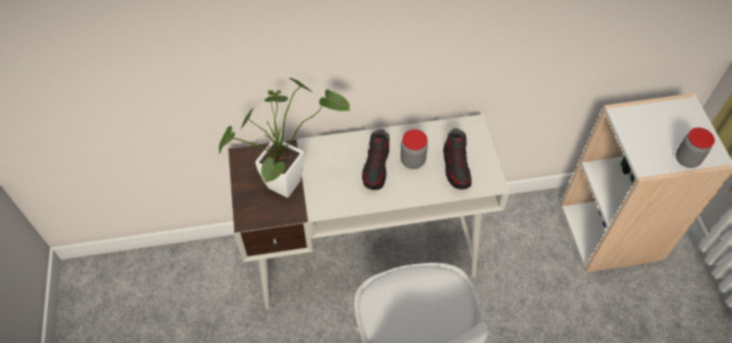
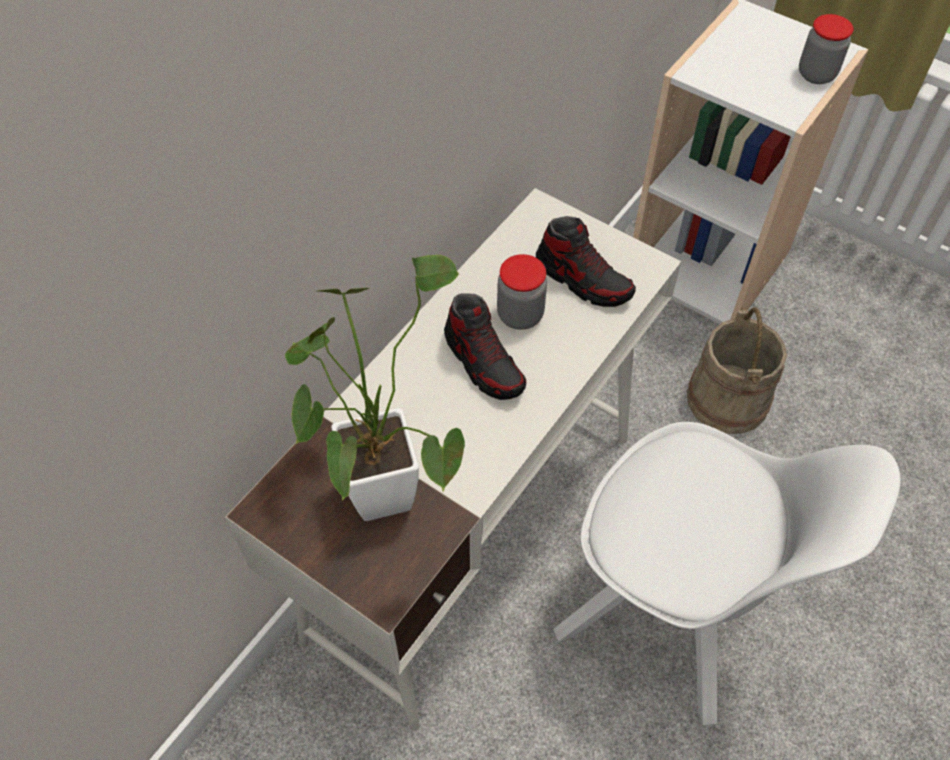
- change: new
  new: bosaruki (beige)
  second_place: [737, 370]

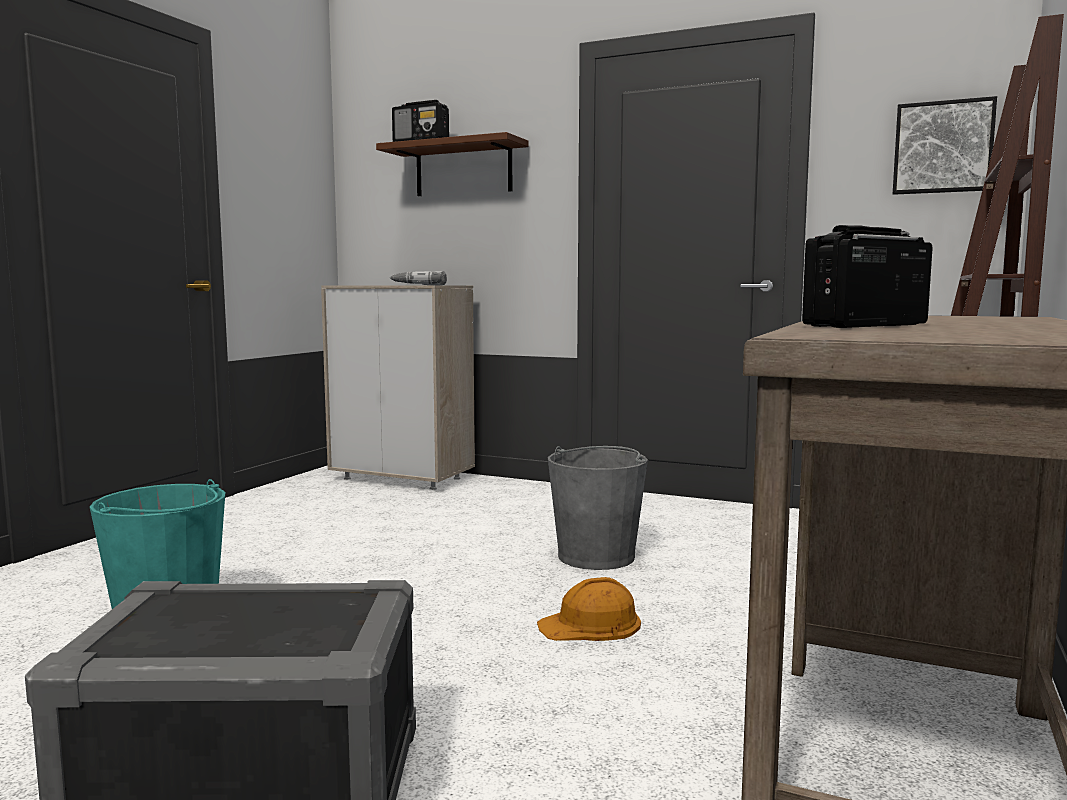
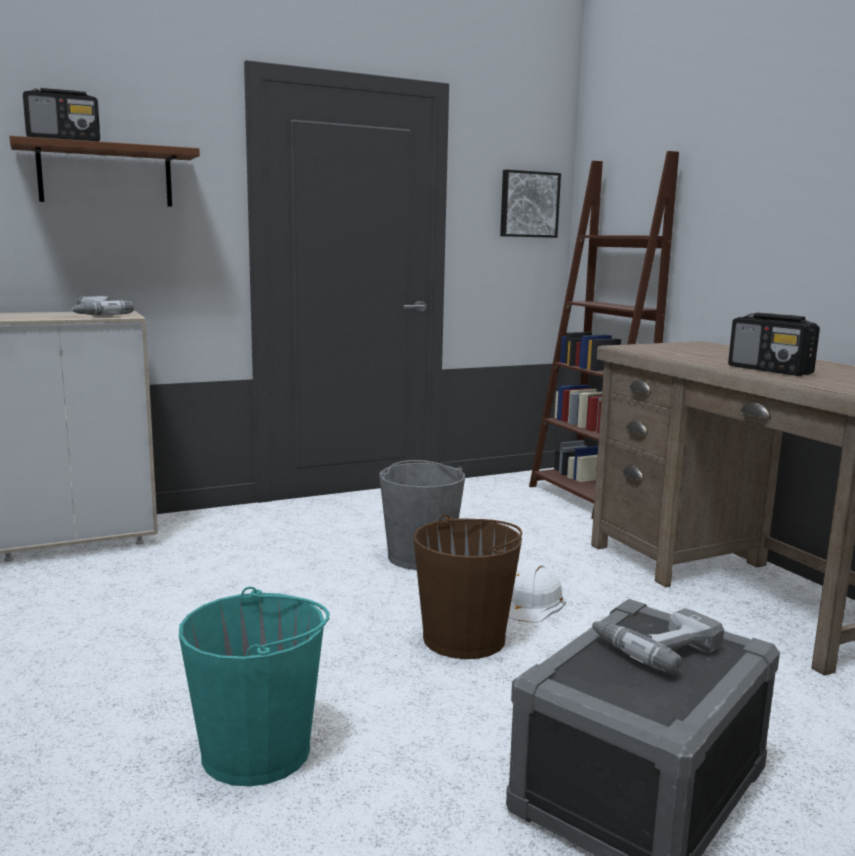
- change: rotated
  old: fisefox
  first_place: [867, 276]
  second_place: [774, 344]
  degrees: -45
- change: repainted
  old: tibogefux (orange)
  new: tibogefux (white)
  first_place: [589, 609]
  second_place: [537, 593]
- change: new
  new: bosaruki (brown)
  second_place: [467, 586]
- change: new
  new: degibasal
  second_place: [658, 641]

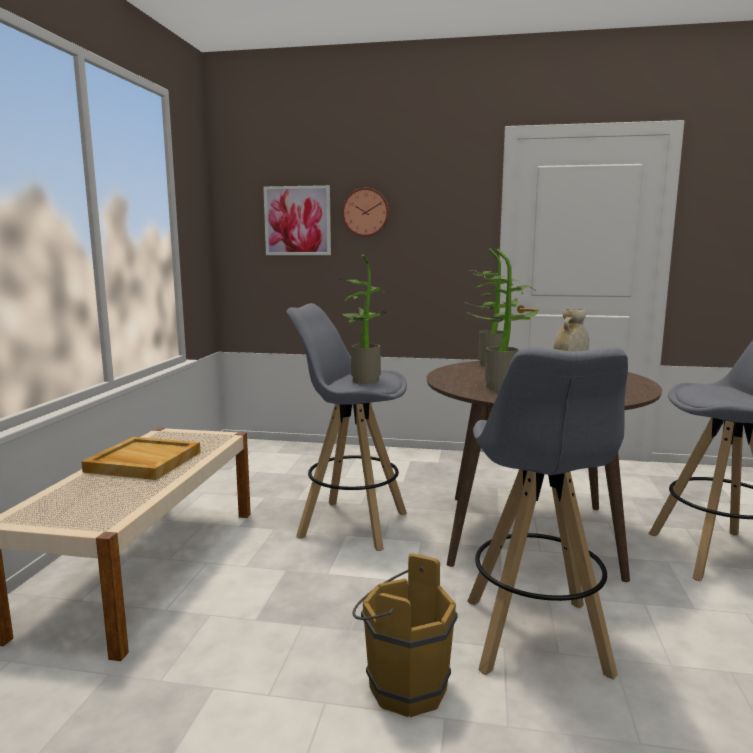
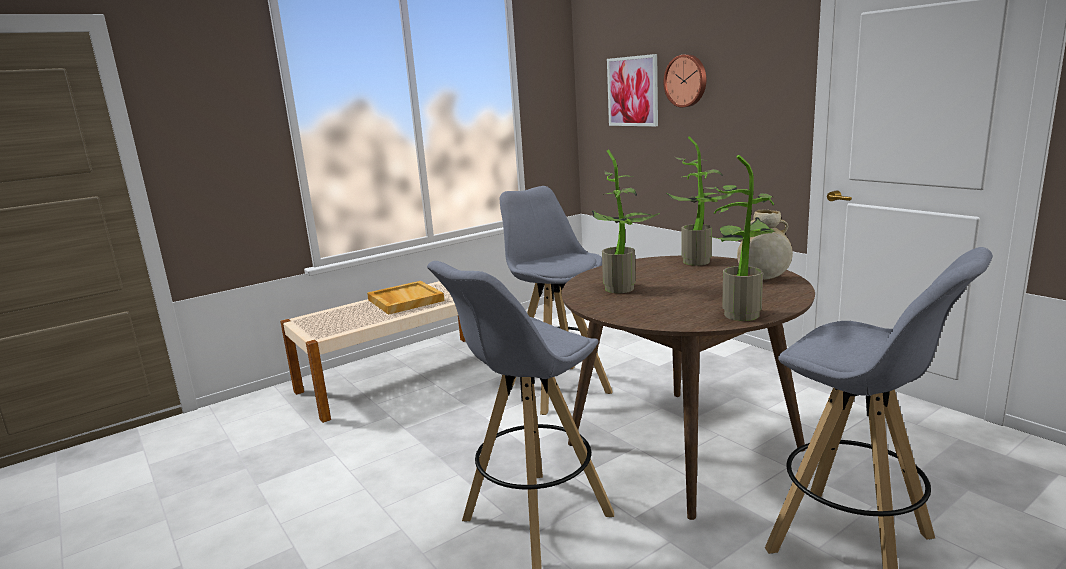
- change: shifted
  old: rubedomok
  first_place: [362, 319]
  second_place: [739, 238]
- change: gone
  old: bosaruki (brown)
  first_place: [405, 635]

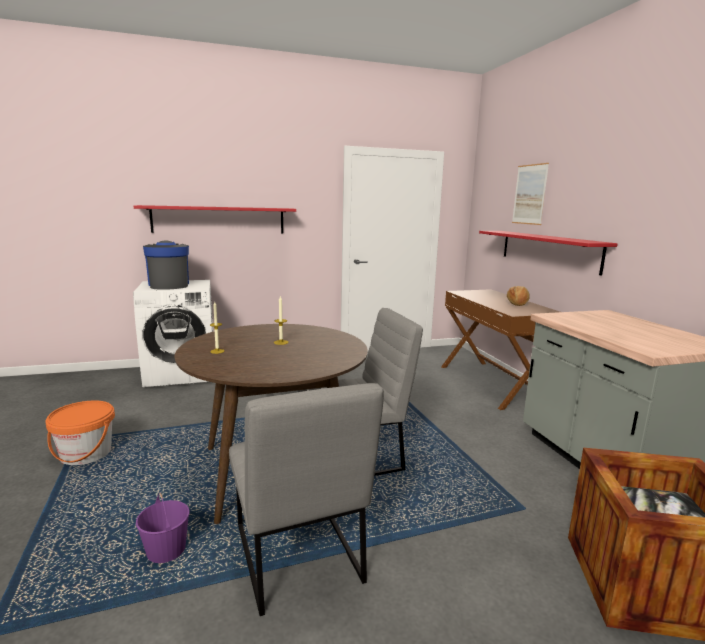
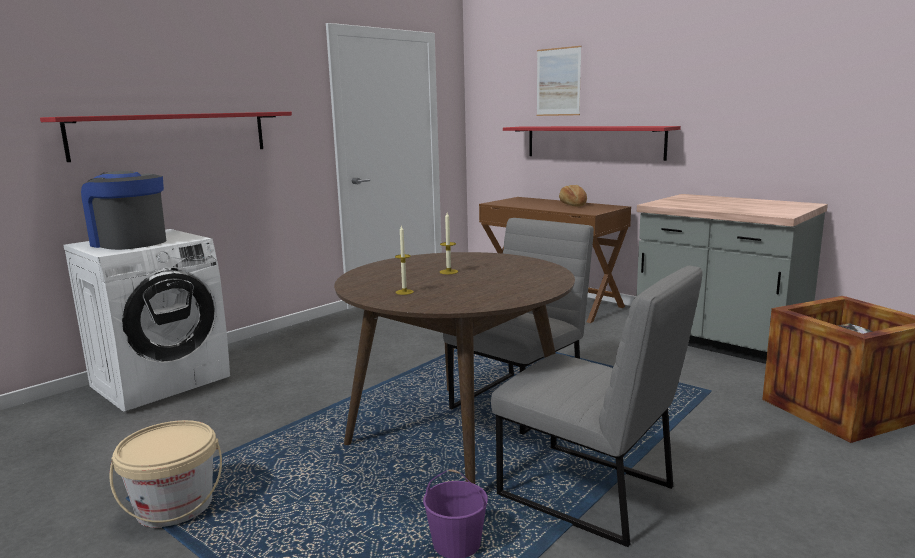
- change: repainted
  old: bosaruki (orange)
  new: bosaruki (beige)
  first_place: [80, 432]
  second_place: [165, 474]

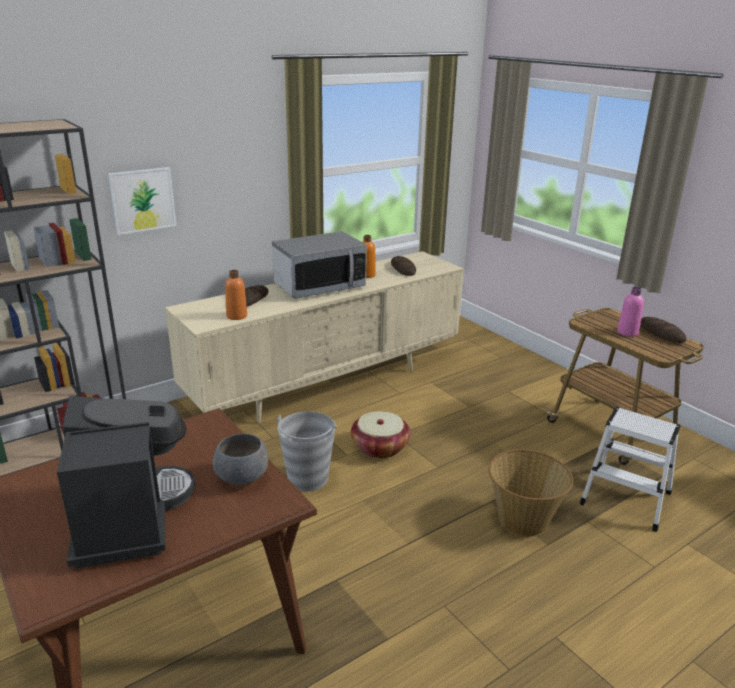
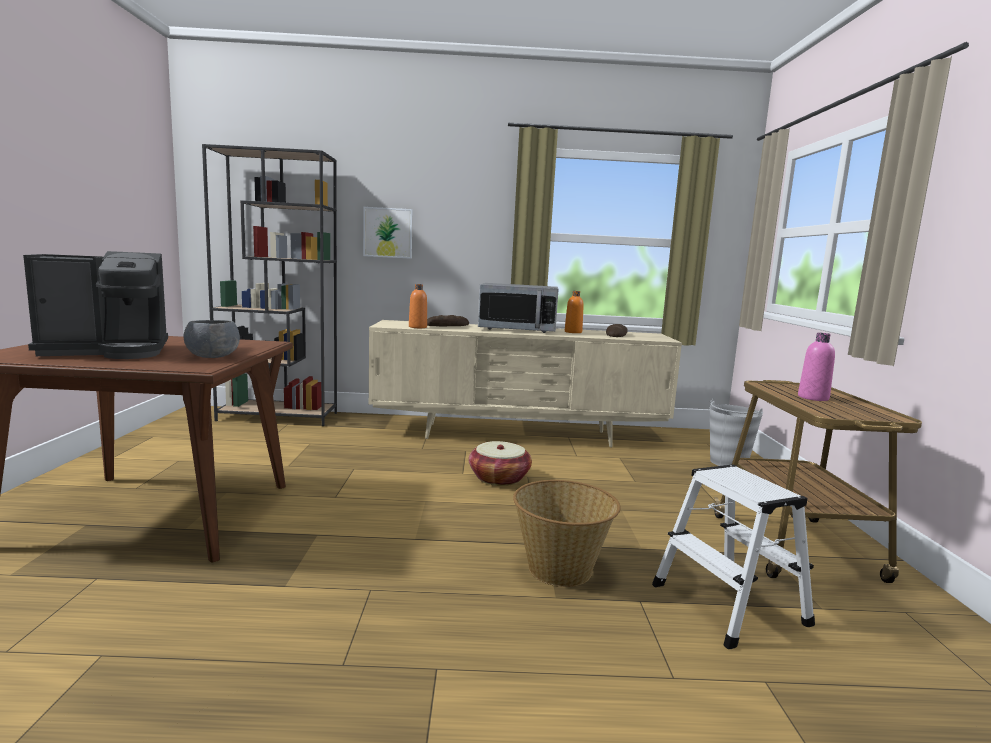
- change: gone
  old: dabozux
  first_place: [663, 330]
- change: rotated
  old: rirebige
  first_place: [126, 482]
  second_place: [95, 305]
  degrees: 45
- change: shifted
  old: bosaruki (grey)
  first_place: [306, 451]
  second_place: [736, 432]

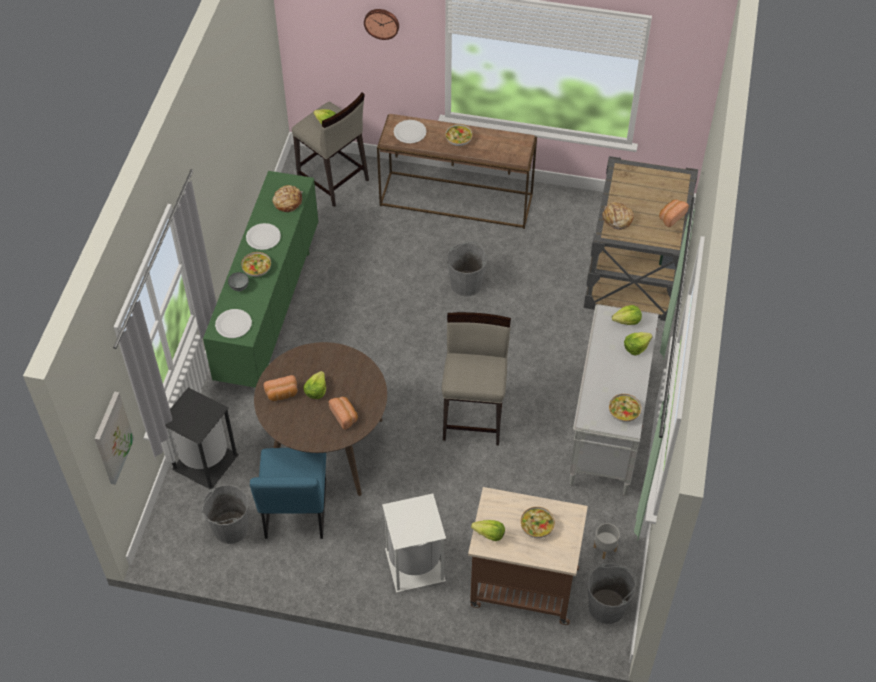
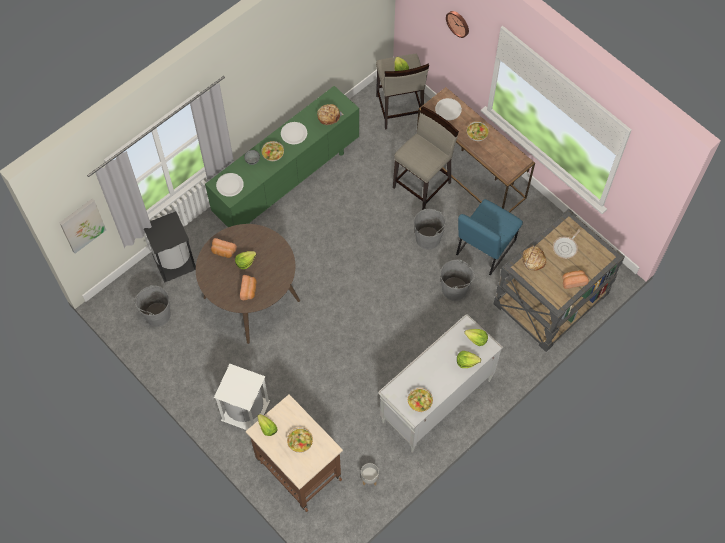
- change: shifted
  old: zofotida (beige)
  first_place: [476, 378]
  second_place: [426, 158]
- change: shifted
  old: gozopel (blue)
  first_place: [288, 493]
  second_place: [489, 237]
- change: shifted
  old: bosaruki (grey)
  first_place: [612, 593]
  second_place: [457, 280]
- change: new
  new: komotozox
  second_place: [566, 244]

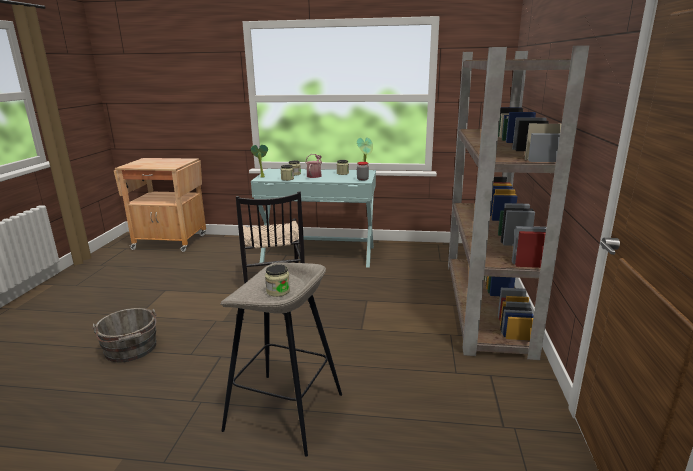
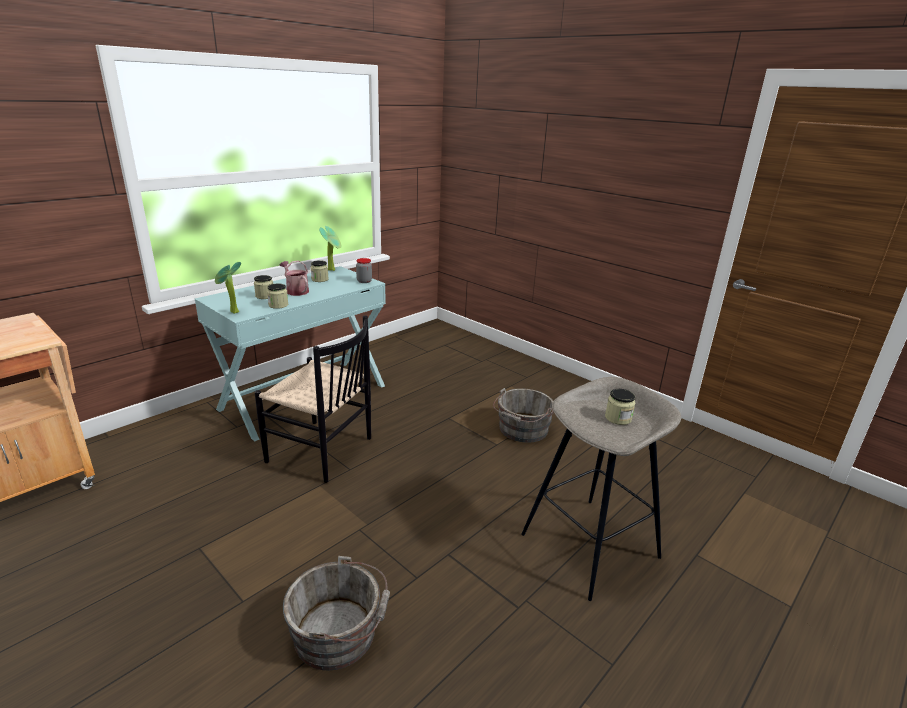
- change: gone
  old: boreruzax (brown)
  first_place: [519, 202]
- change: new
  new: bosaruki (grey)
  second_place: [523, 415]

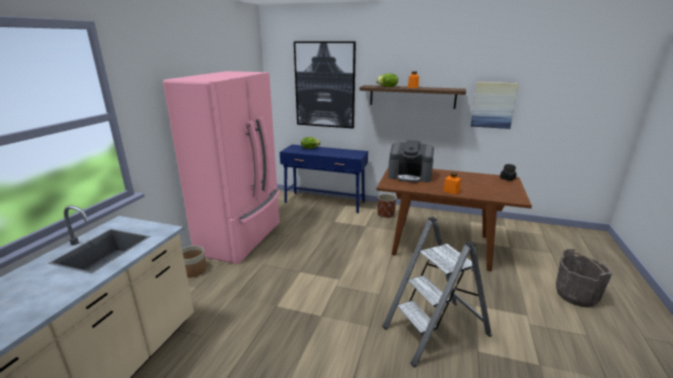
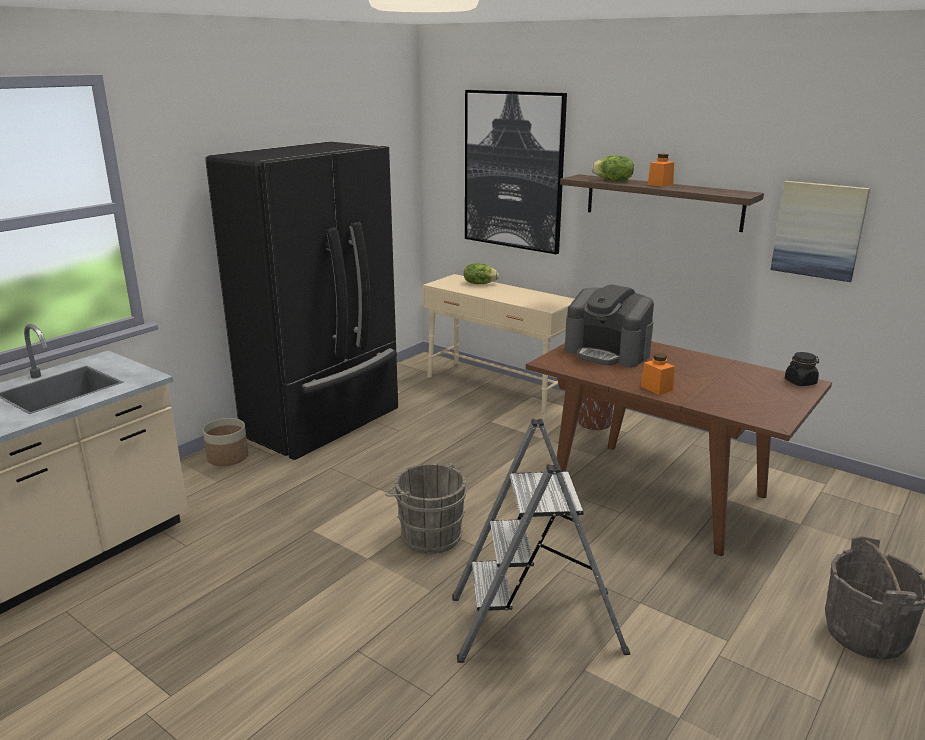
- change: repainted
  old: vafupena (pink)
  new: vafupena (black)
  first_place: [221, 167]
  second_place: [301, 301]
- change: repainted
  old: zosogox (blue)
  new: zosogox (beige)
  first_place: [323, 179]
  second_place: [498, 343]
- change: new
  new: bosaruki (grey)
  second_place: [426, 508]

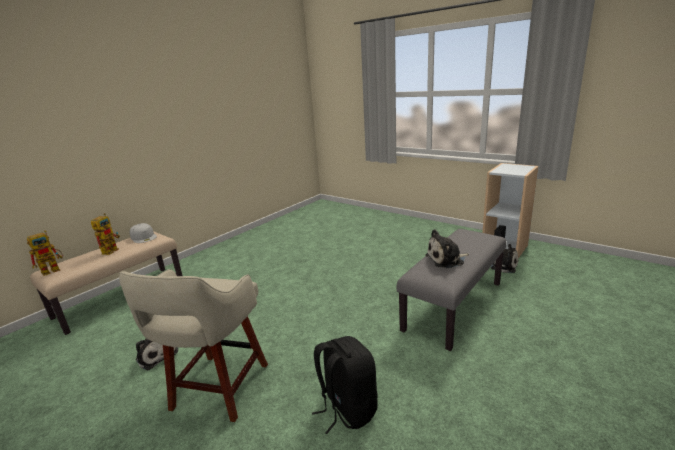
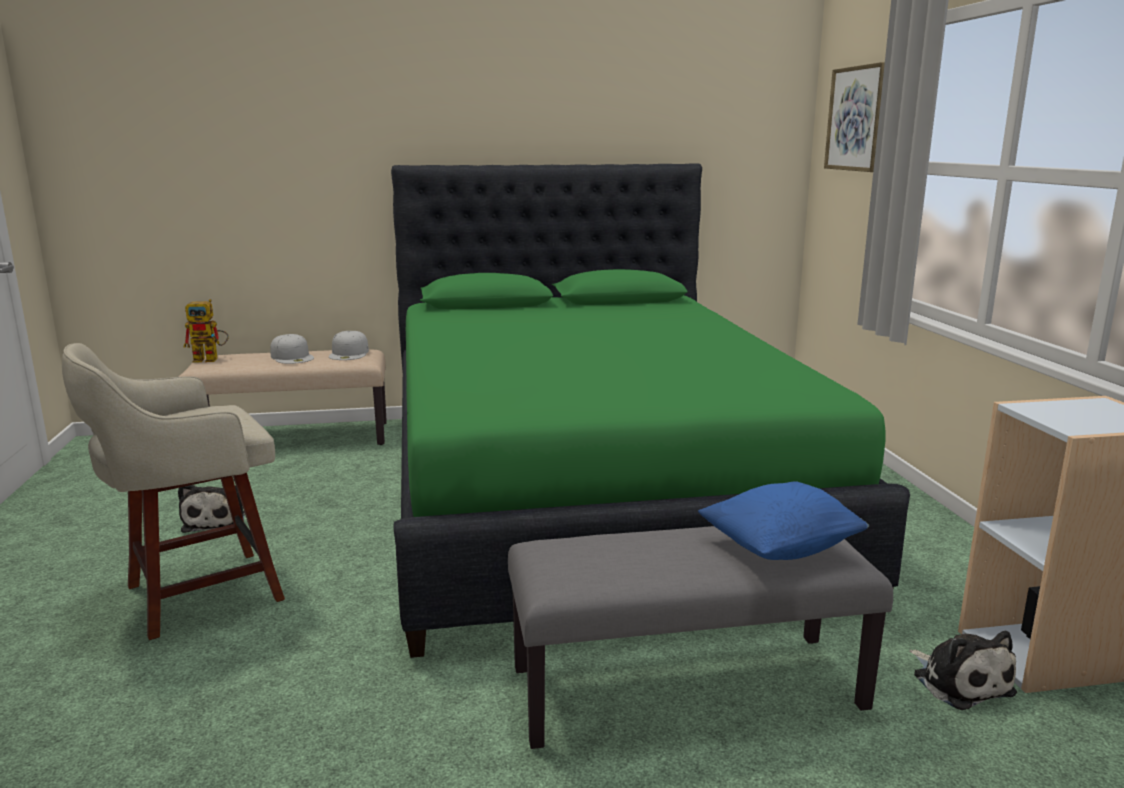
- change: swapped
  old: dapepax
  new: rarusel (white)
  first_place: [105, 234]
  second_place: [292, 349]
- change: gone
  old: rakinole
  first_place: [447, 248]
- change: gone
  old: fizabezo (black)
  first_place: [345, 385]
- change: new
  new: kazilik
  second_place: [854, 117]
- change: new
  new: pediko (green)
  second_place: [650, 410]
- change: new
  new: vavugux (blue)
  second_place: [783, 521]

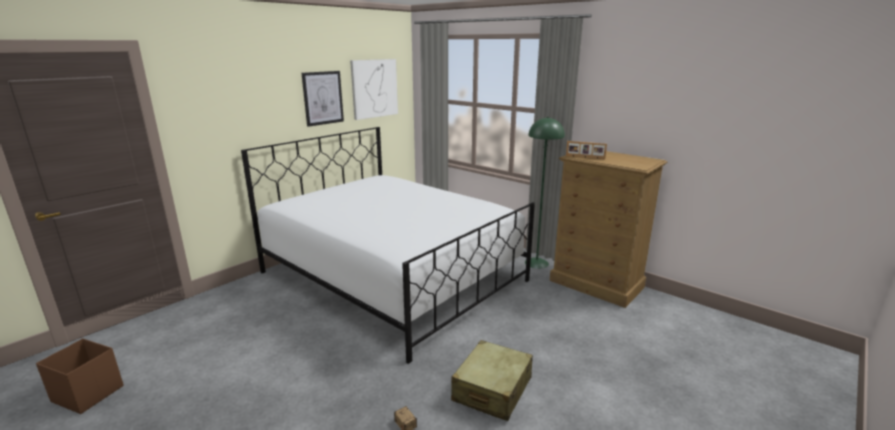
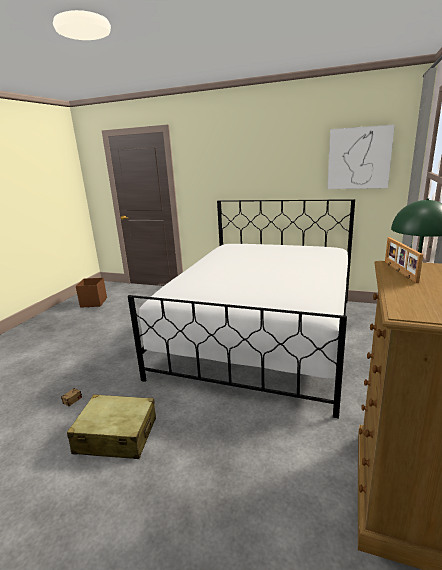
- change: gone
  old: kazilik
  first_place: [322, 99]

